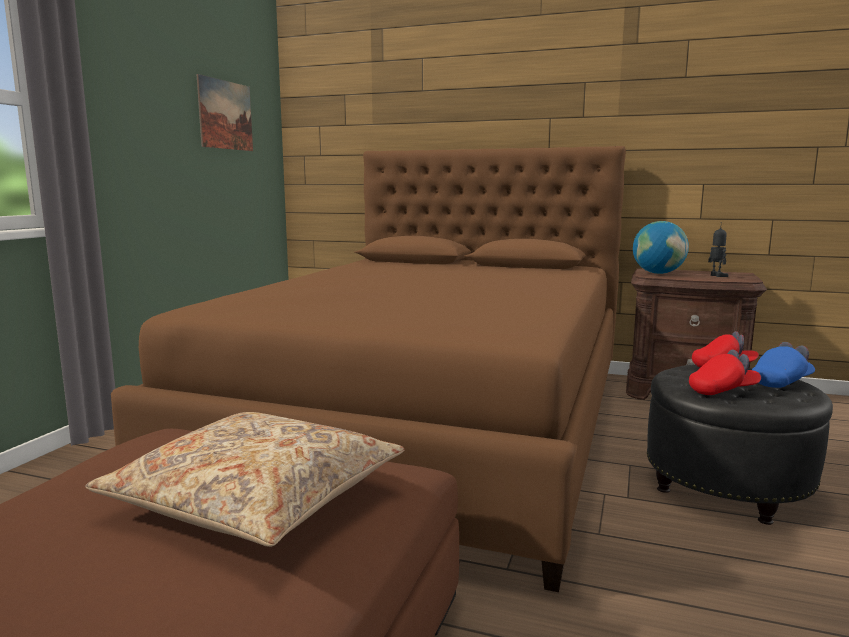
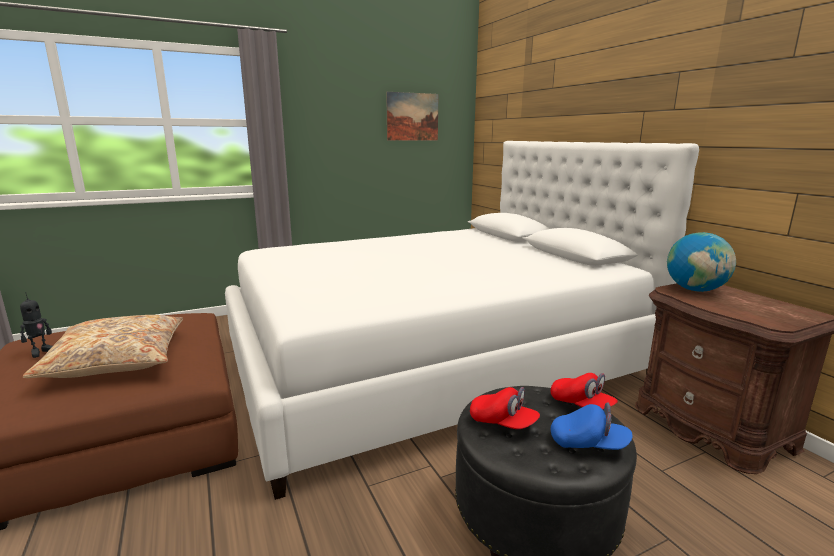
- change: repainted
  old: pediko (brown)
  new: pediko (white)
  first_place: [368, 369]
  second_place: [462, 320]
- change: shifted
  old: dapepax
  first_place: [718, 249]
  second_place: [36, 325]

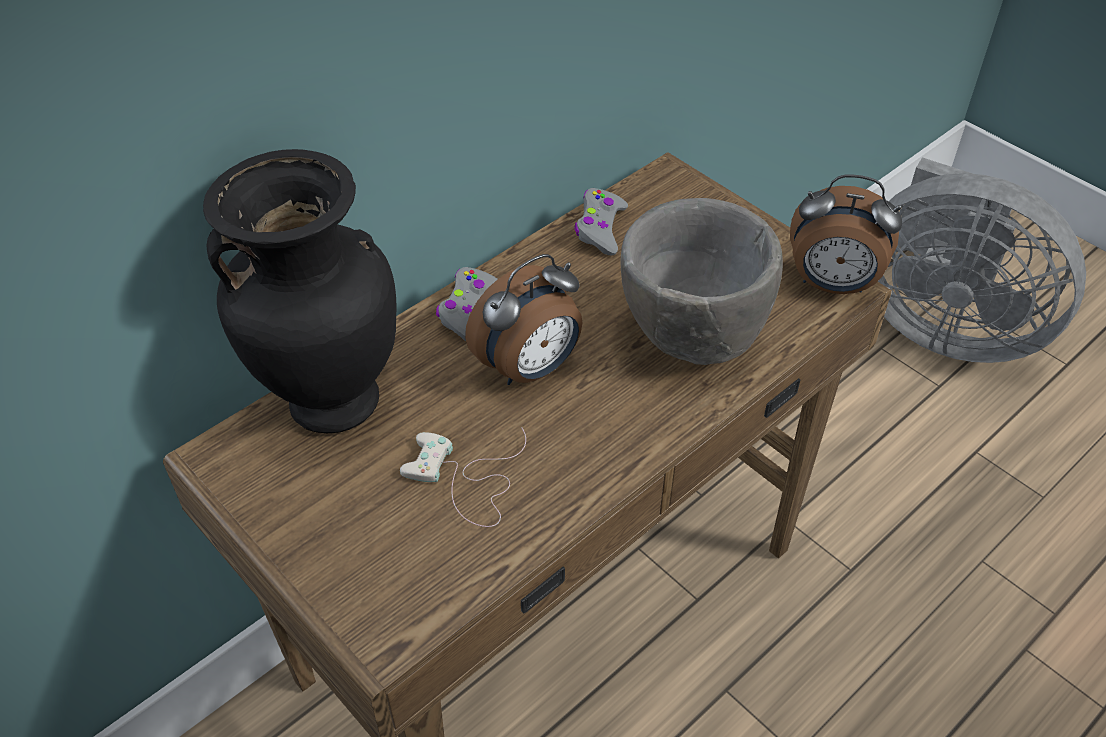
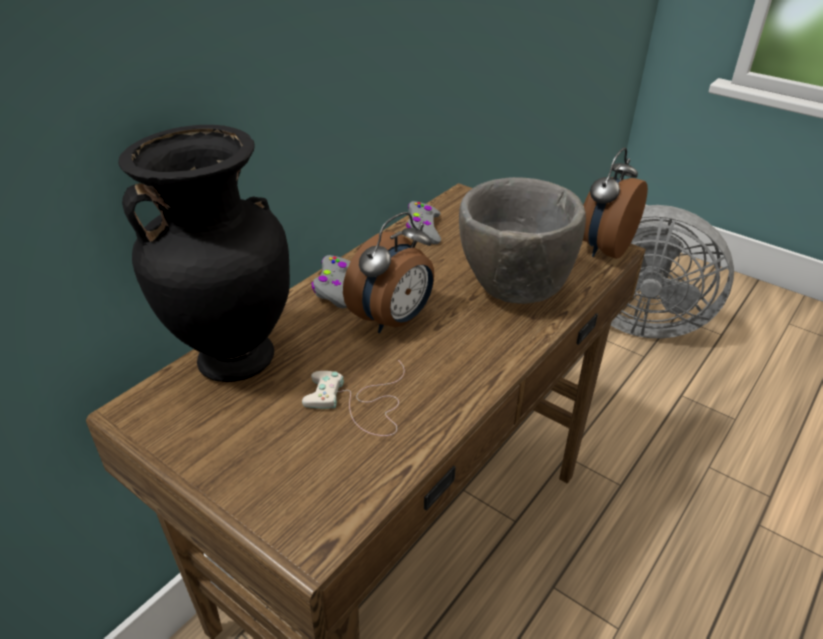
- change: rotated
  old: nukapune
  first_place: [846, 234]
  second_place: [615, 203]
  degrees: 120

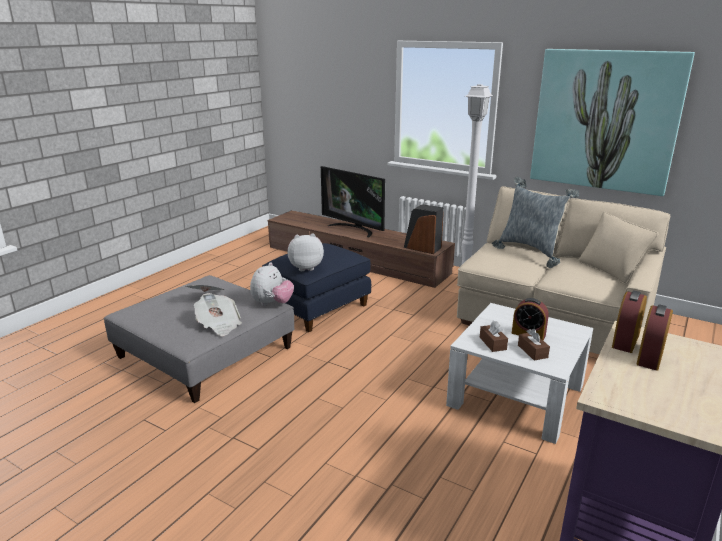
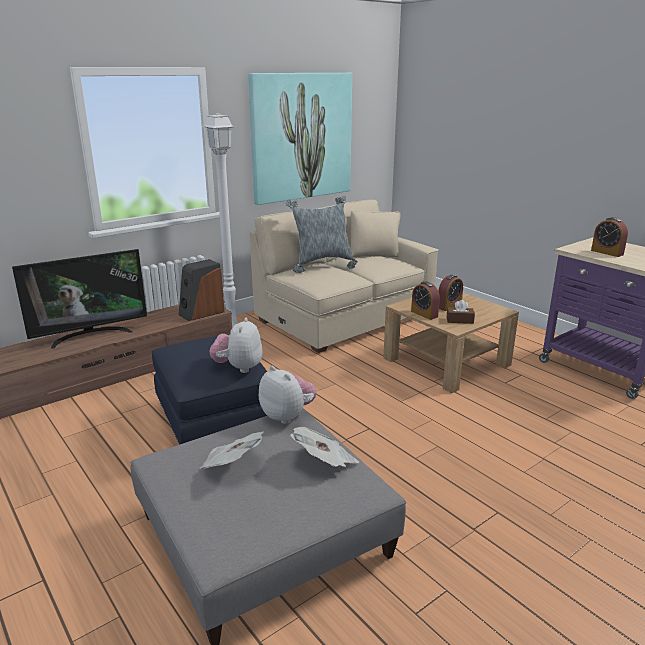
- change: shifted
  old: nukapune
  first_place: [629, 321]
  second_place: [425, 300]
- change: repainted
  old: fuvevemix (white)
  new: fuvevemix (brown)
  first_place: [519, 373]
  second_place: [451, 341]
- change: gone
  old: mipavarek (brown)
  first_place: [534, 344]

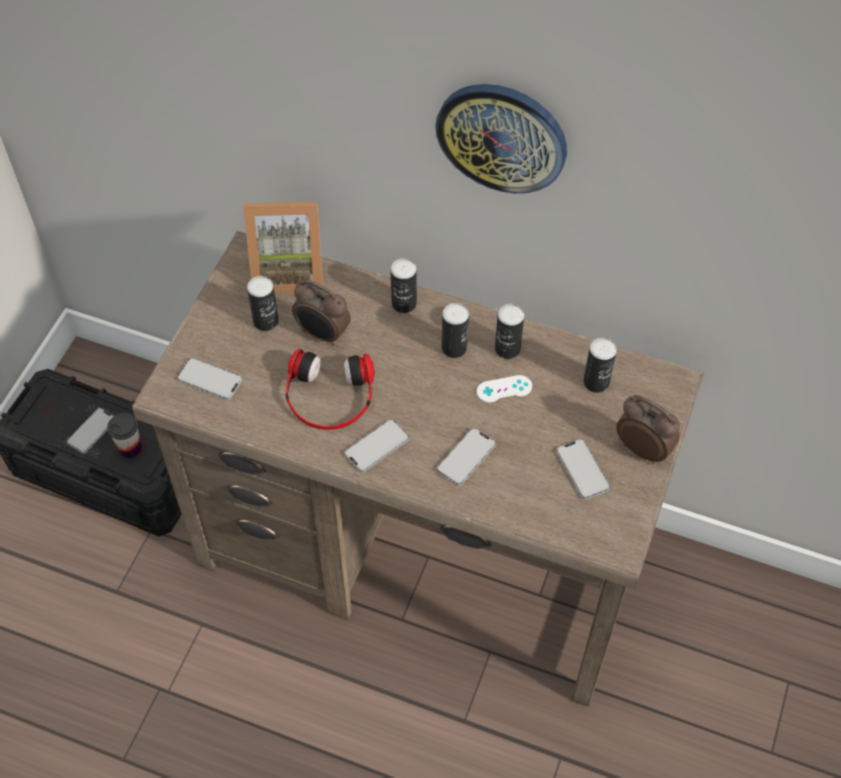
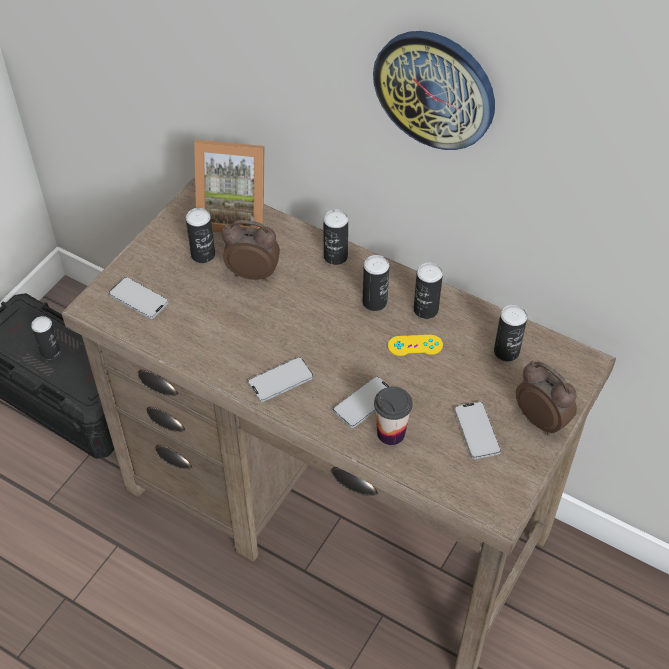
- change: rotated
  old: nukapune
  first_place: [321, 313]
  second_place: [251, 250]
  degrees: 150
- change: gone
  old: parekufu
  first_place: [330, 389]
- change: repainted
  old: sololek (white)
  new: sololek (yellow)
  first_place: [504, 389]
  second_place: [415, 345]
- change: swapped
  old: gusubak
  new: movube
  first_place: [90, 431]
  second_place: [46, 338]
- change: shifted
  old: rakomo
  first_place: [124, 435]
  second_place: [393, 415]

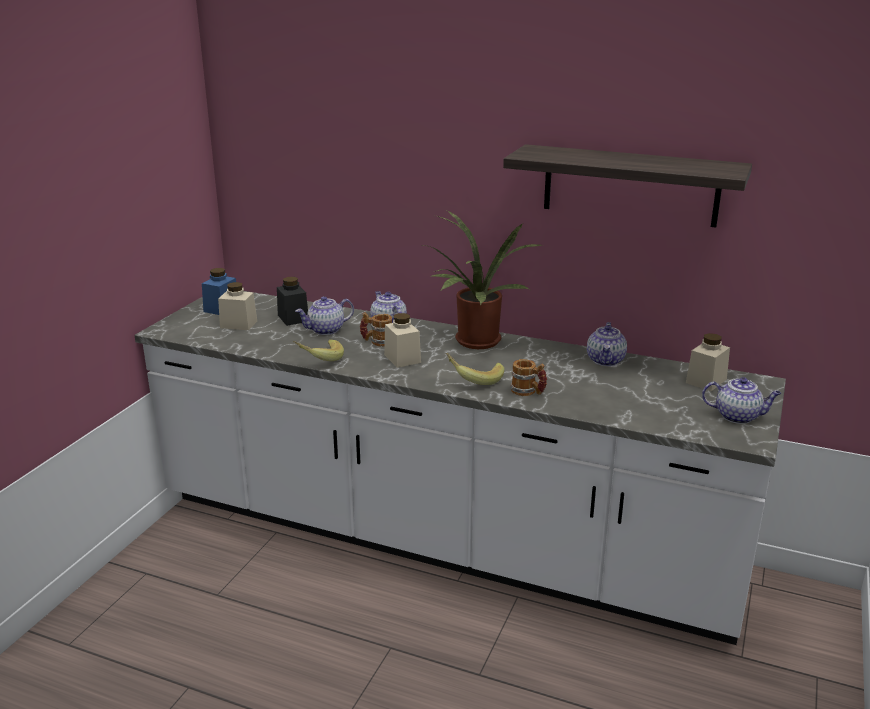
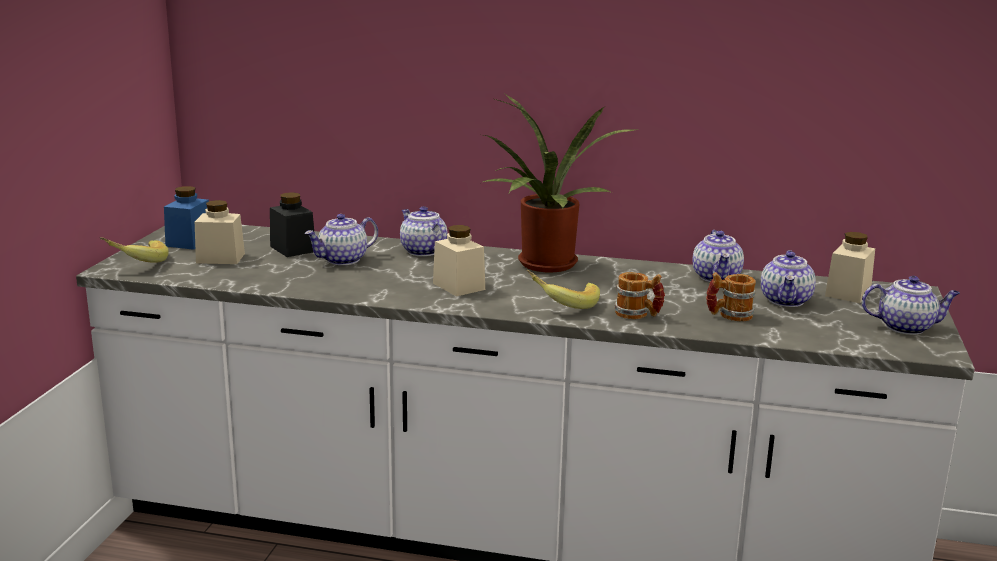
- change: gone
  old: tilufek
  first_place: [627, 186]
- change: shifted
  old: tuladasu
  first_place: [376, 329]
  second_place: [731, 296]
- change: shifted
  old: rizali
  first_place: [318, 350]
  second_place: [134, 250]
- change: new
  new: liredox
  second_place: [788, 278]

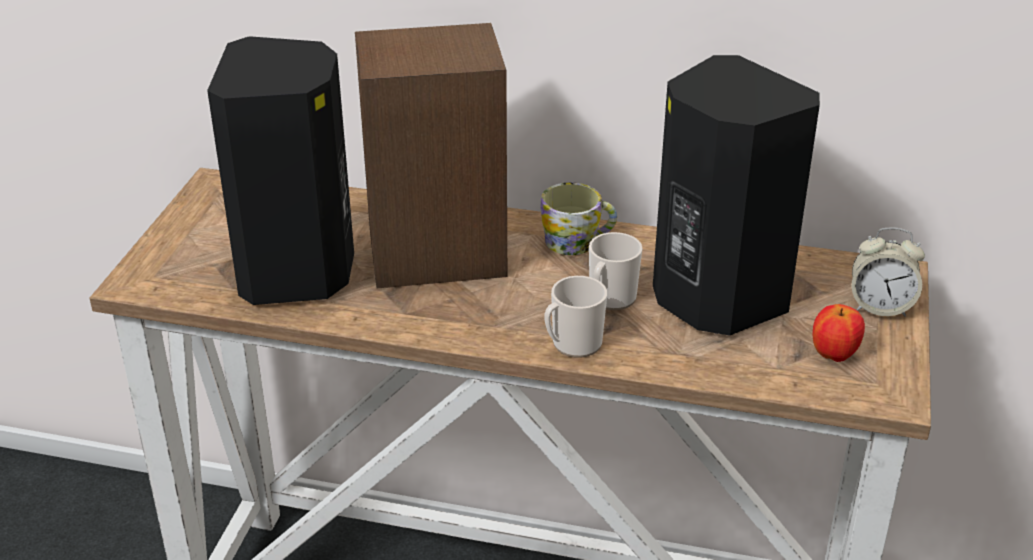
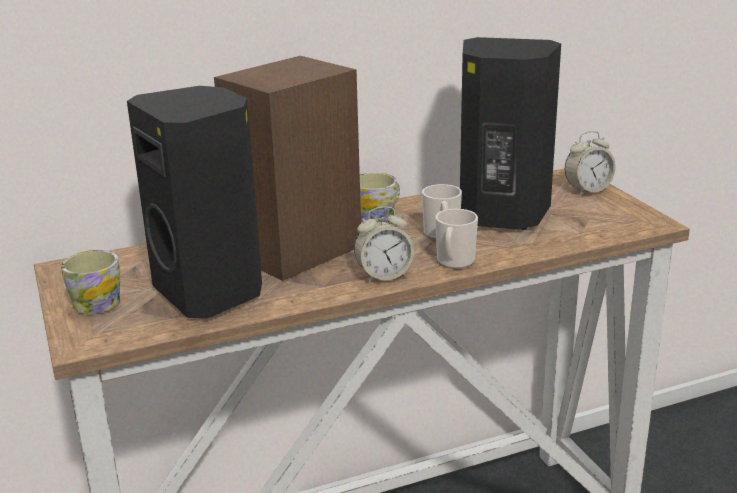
- change: gone
  old: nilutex
  first_place: [839, 333]
- change: new
  new: nukapune
  second_place: [384, 244]
- change: new
  new: tuladasu
  second_place: [90, 282]

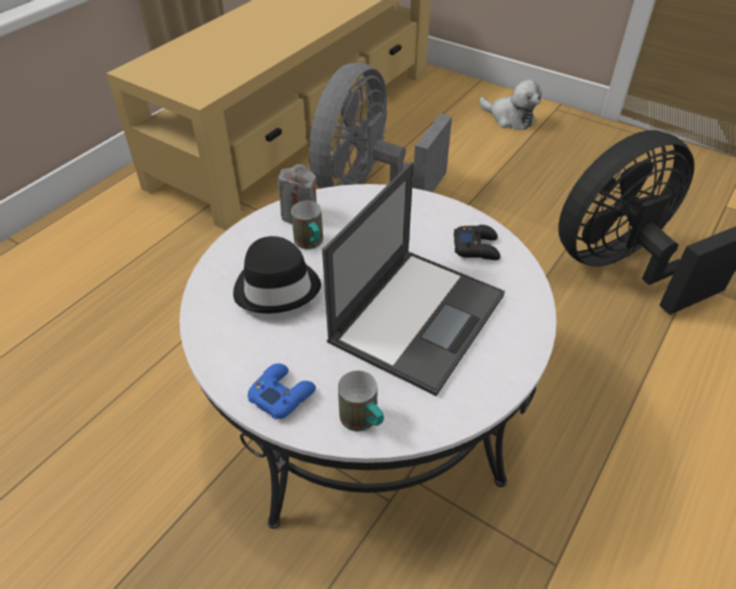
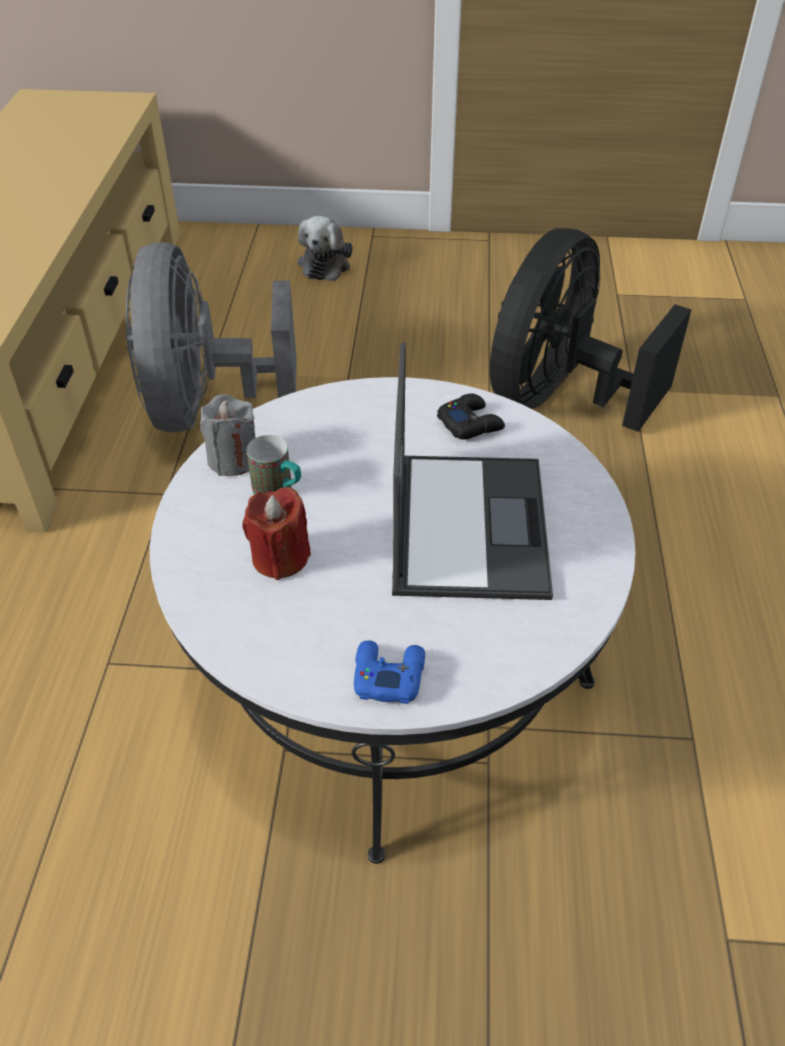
- change: rotated
  old: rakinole
  first_place: [510, 105]
  second_place: [325, 248]
  degrees: 90
- change: swapped
  old: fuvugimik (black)
  new: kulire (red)
  first_place: [277, 274]
  second_place: [277, 533]
- change: gone
  old: tuladasu
  first_place: [361, 401]

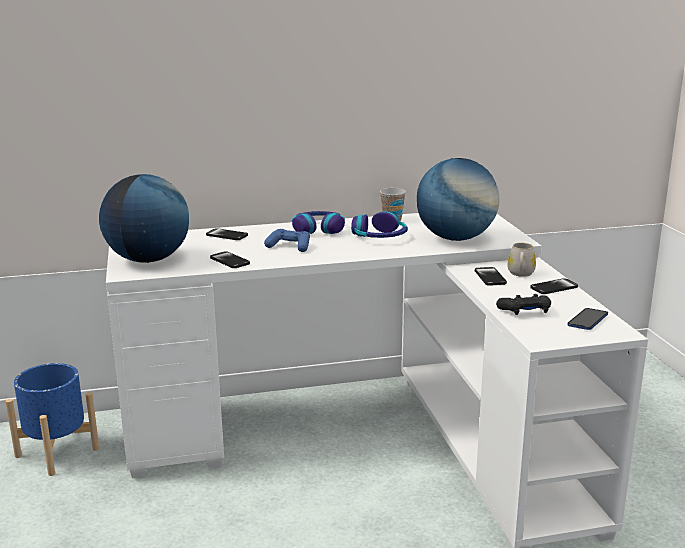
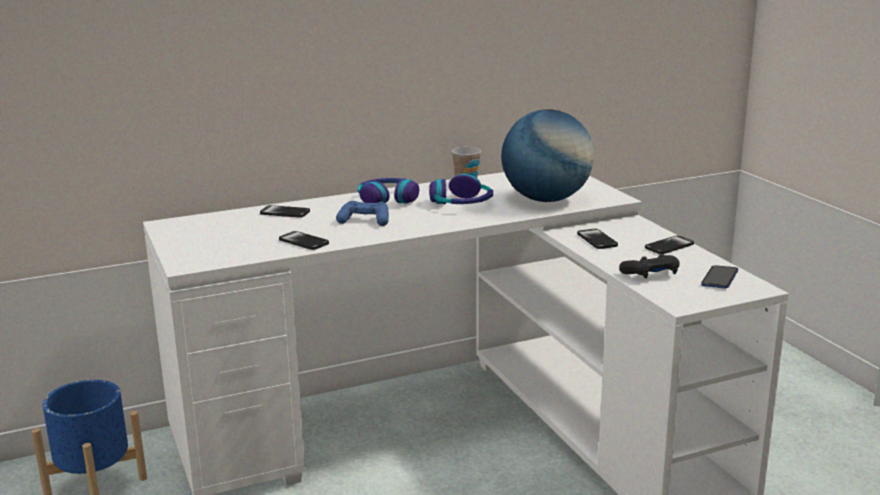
- change: gone
  old: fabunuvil
  first_place: [144, 218]
- change: gone
  old: tuladasu (white)
  first_place: [521, 260]

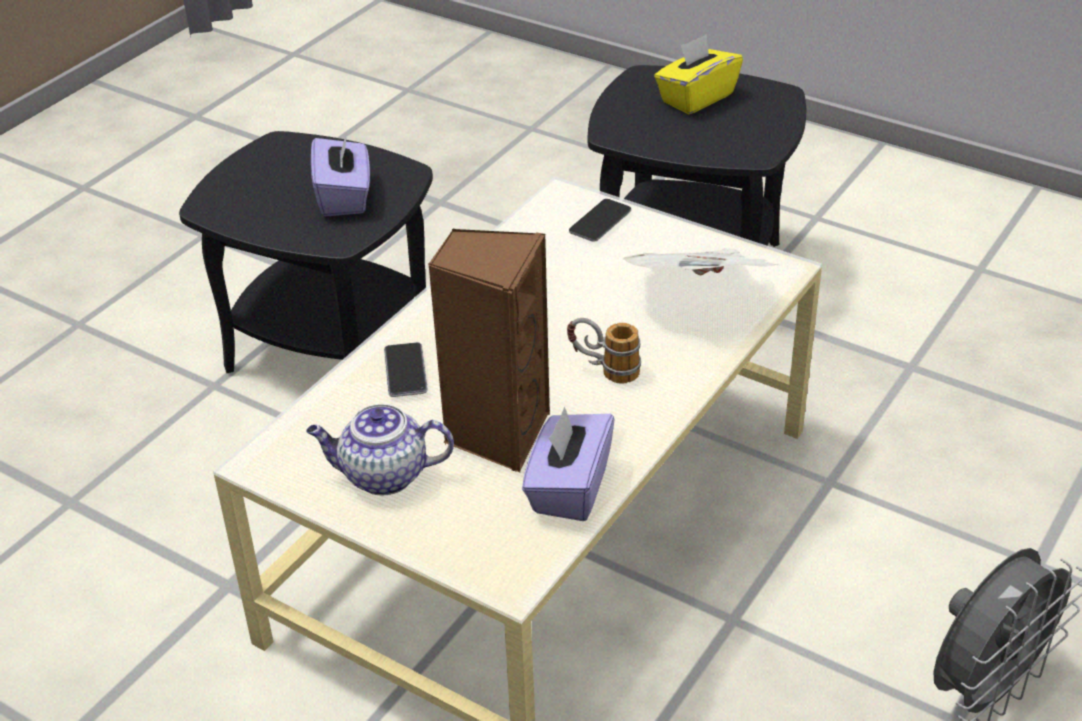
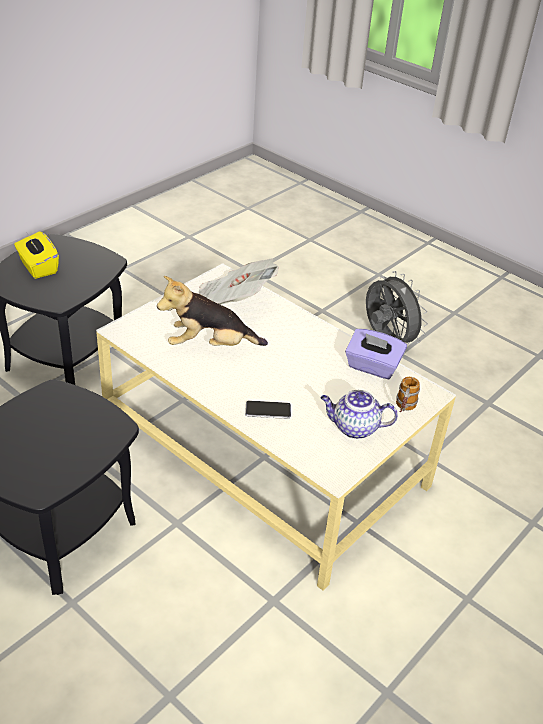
- change: gone
  old: mipavarek (purple)
  first_place: [340, 173]
- change: gone
  old: gusubak
  first_place: [600, 220]
- change: gone
  old: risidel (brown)
  first_place: [489, 350]
- change: shifted
  old: tuladasu
  first_place: [604, 351]
  second_place: [408, 394]
- change: rotated
  old: liredox
  first_place: [380, 449]
  second_place: [359, 414]
  degrees: 90
- change: new
  new: rakinole
  second_place: [212, 311]

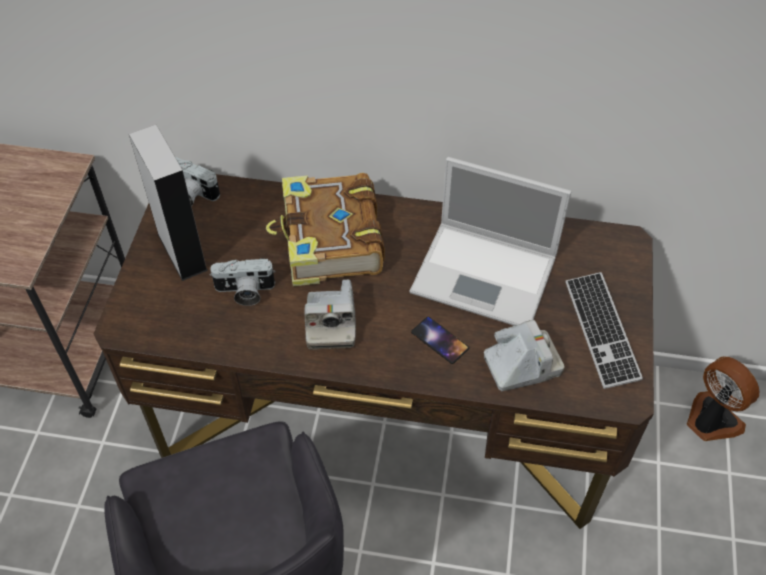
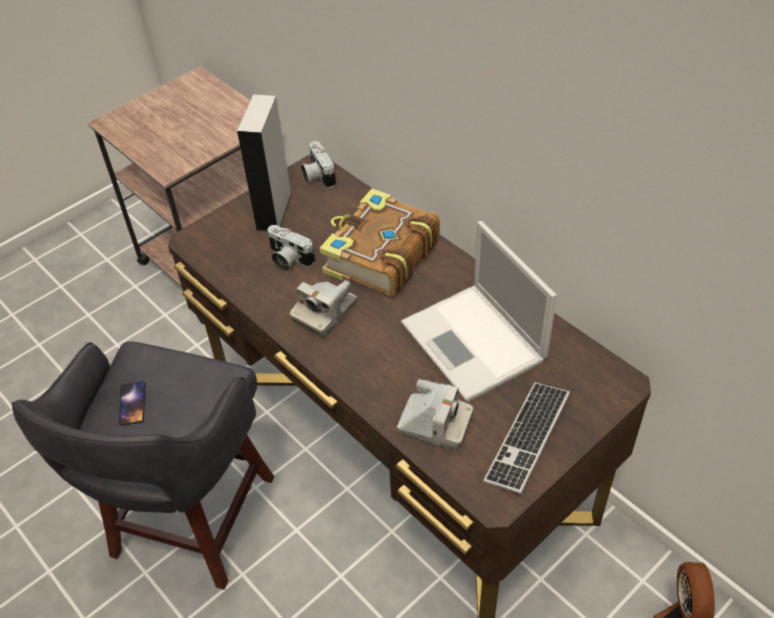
- change: shifted
  old: gusubak
  first_place: [440, 340]
  second_place: [132, 403]

